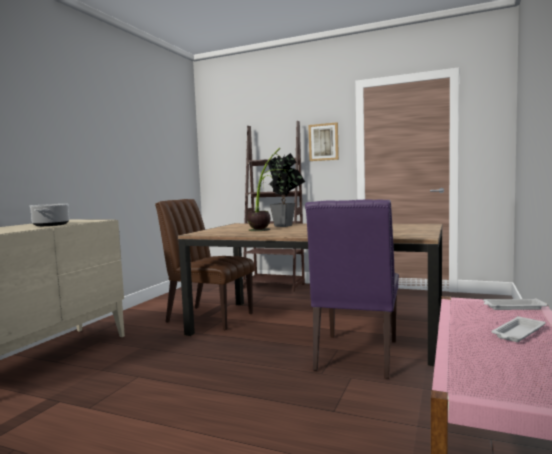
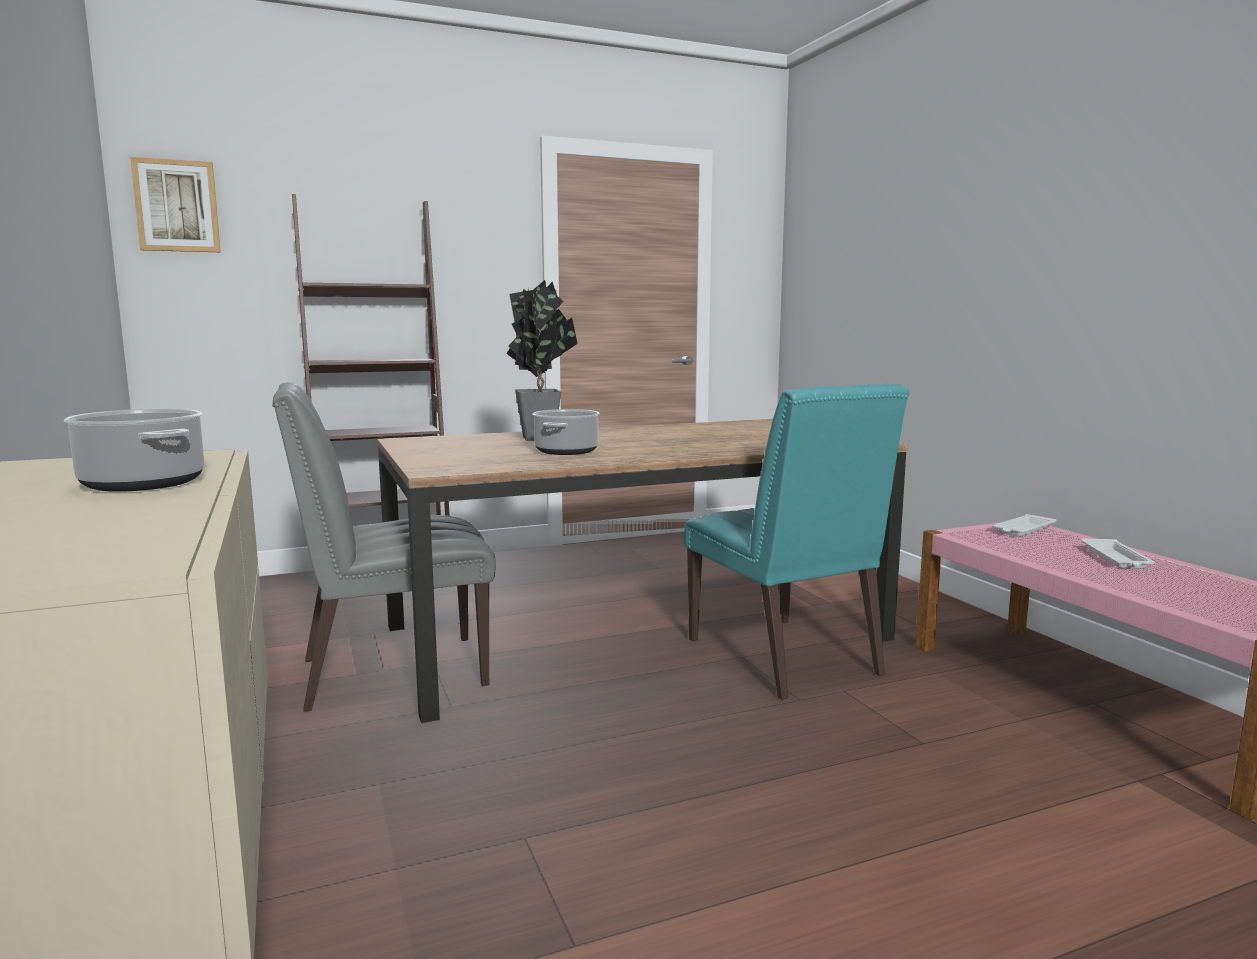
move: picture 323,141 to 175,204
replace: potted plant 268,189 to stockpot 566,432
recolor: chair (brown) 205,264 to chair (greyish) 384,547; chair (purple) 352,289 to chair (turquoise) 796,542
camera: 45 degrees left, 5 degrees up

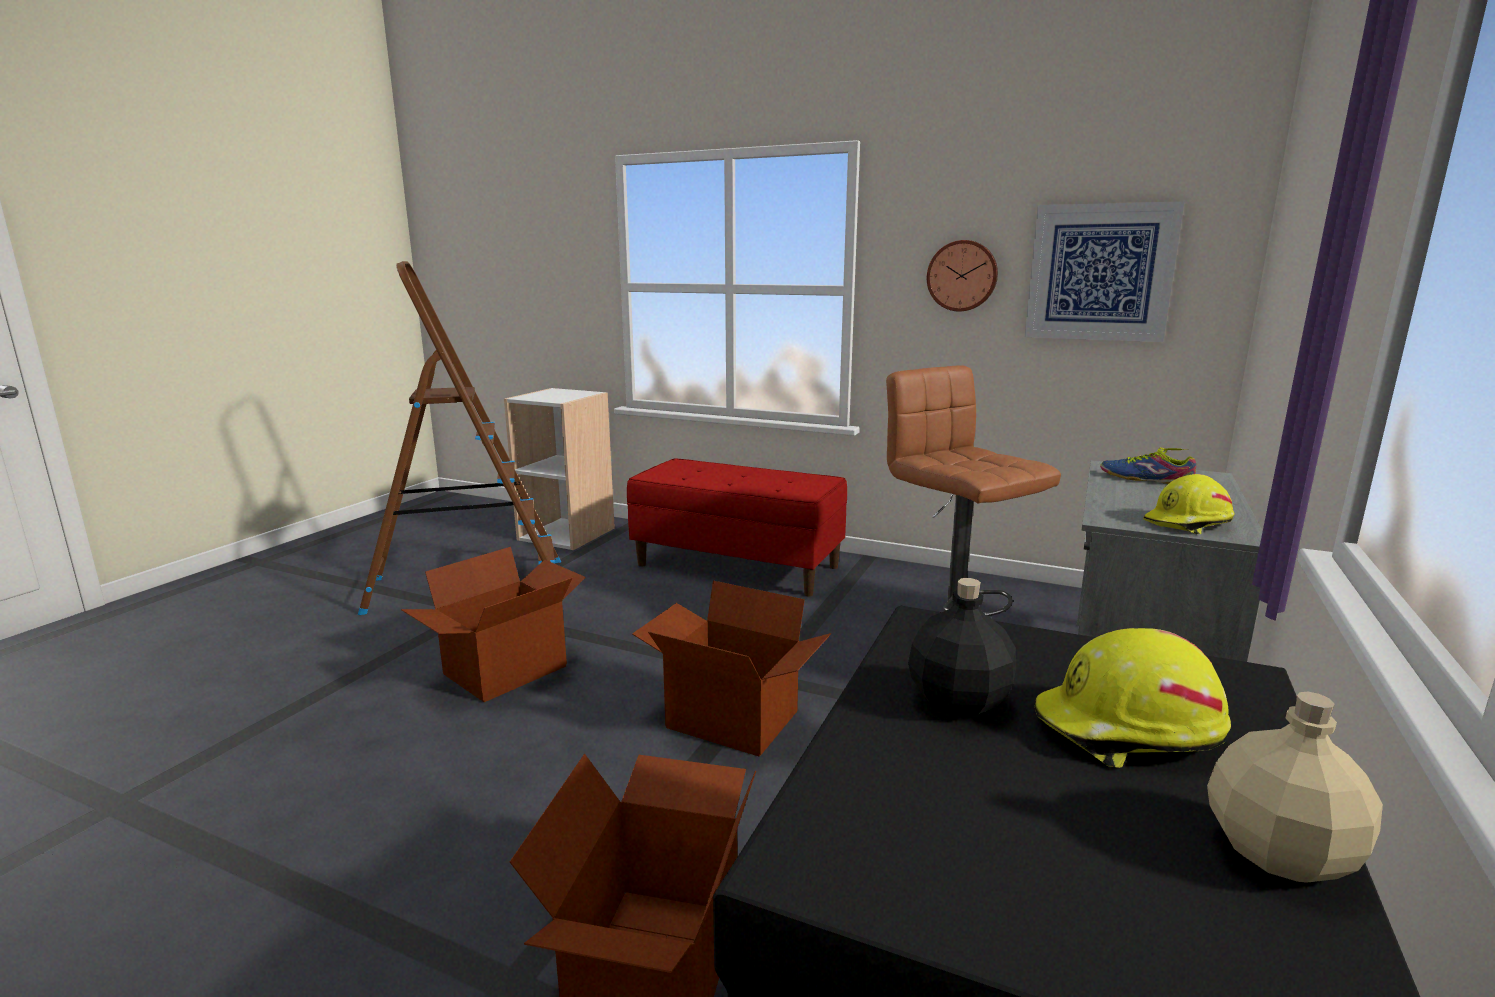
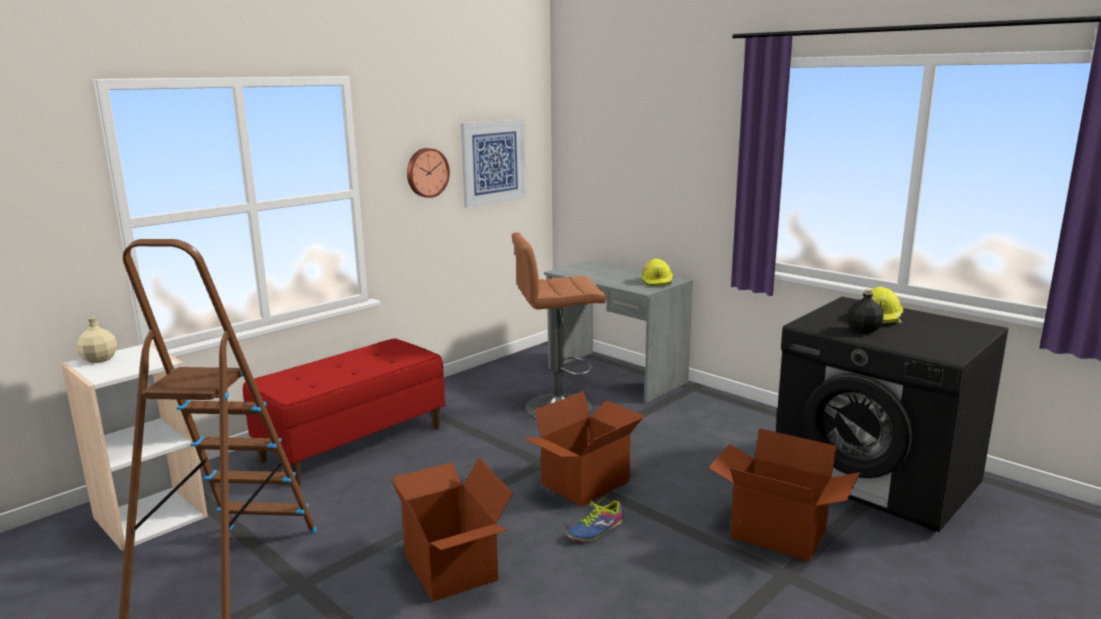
move: item of footwear 1148,465 to 595,519; beverage bottle (beige-coloured) 1295,787 to 97,340
camera: 70 degrees left, 0 degrees up

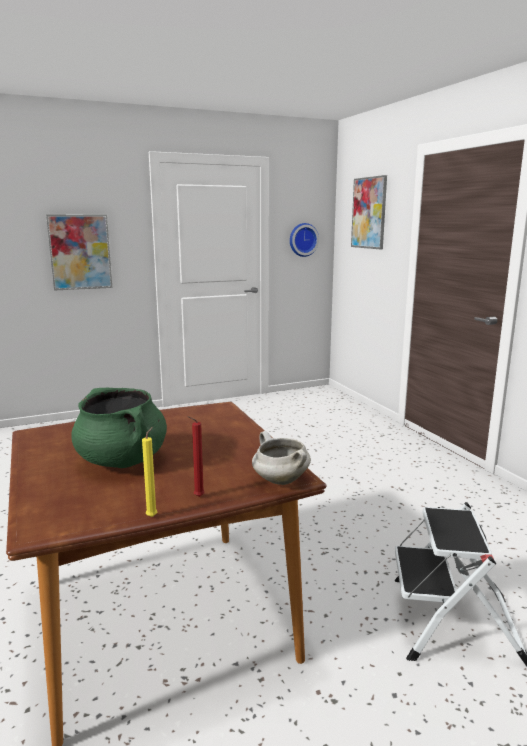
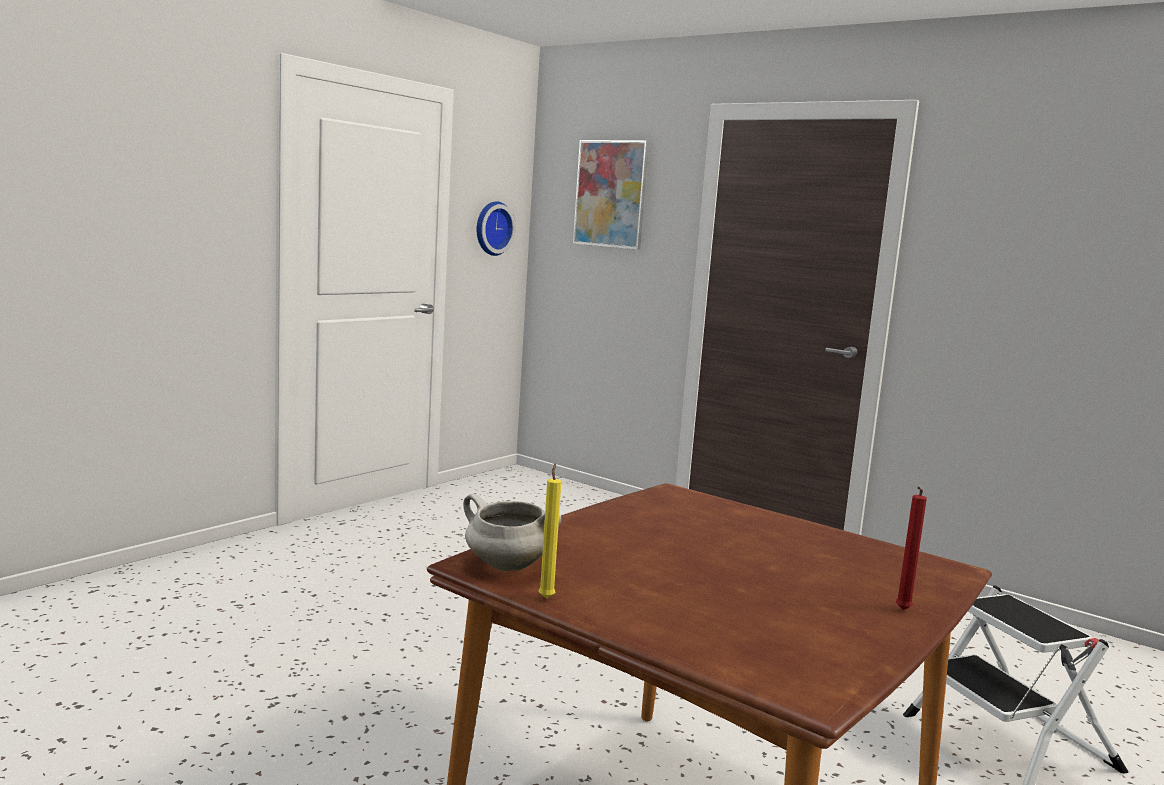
delete: picture 79,253; stockpot (green-coloured) 119,428
move: wax light (yellow) 149,472 to 550,531; stockpot (white-coloured) 281,458 to 512,532
camera: 30 degrees left, 5 degrees down

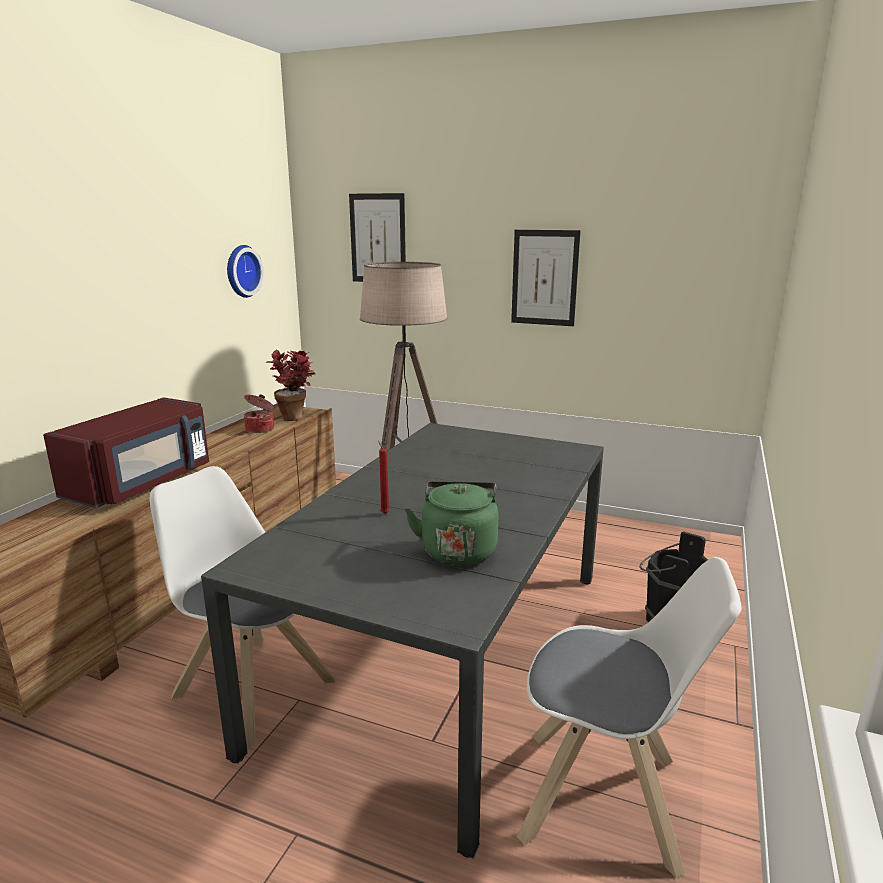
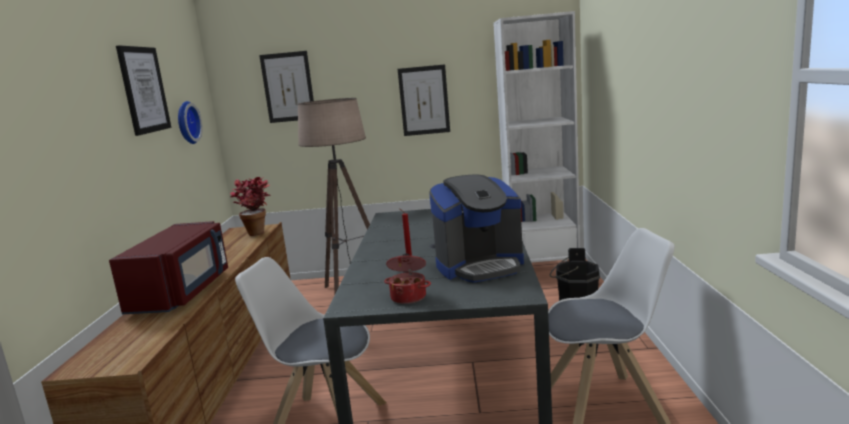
insert: picture 143,90; bookshelf (white-coloured) 536,137
move: stockpot 259,413 to 407,278
replace: water kettle (green-coloured) 451,523 to coffee brewer 476,229
camera: 20 degrees left, 5 degrees down

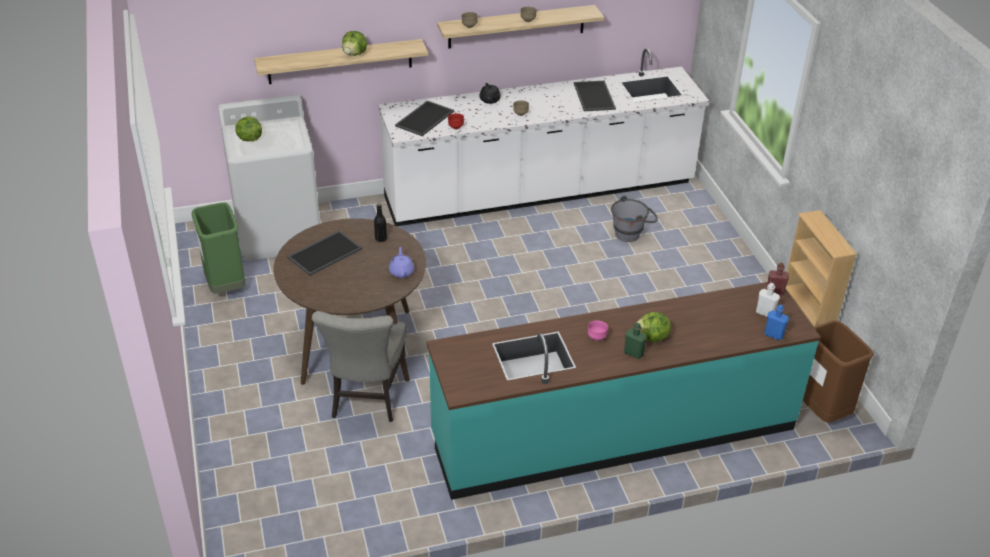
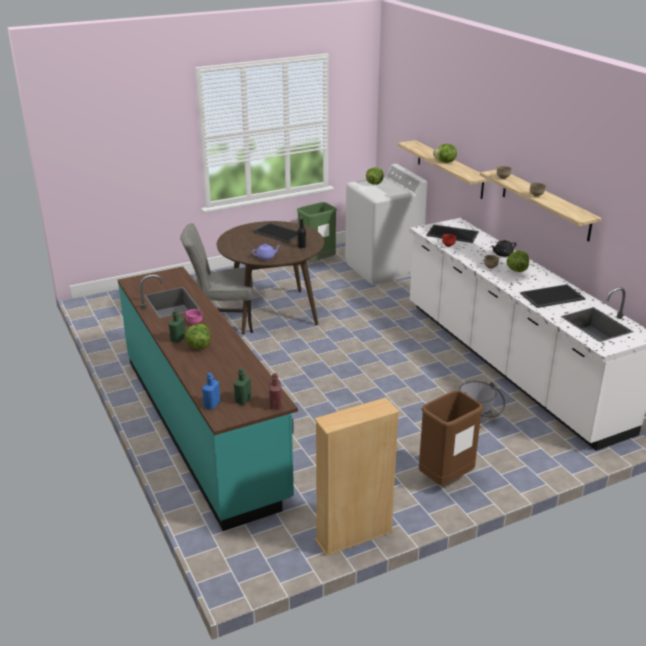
insert: head of lettuce 518,261
move: rubbish bin (brown) 838,371 to 451,437
recolor: beverage bottle (white-coloured) 768,300 to beverage bottle (green-coloured) 242,386
camera: 80 degrees right, 10 degrees down

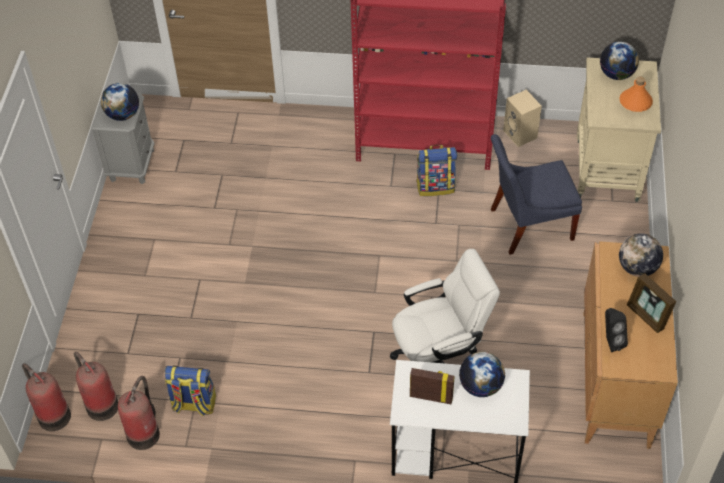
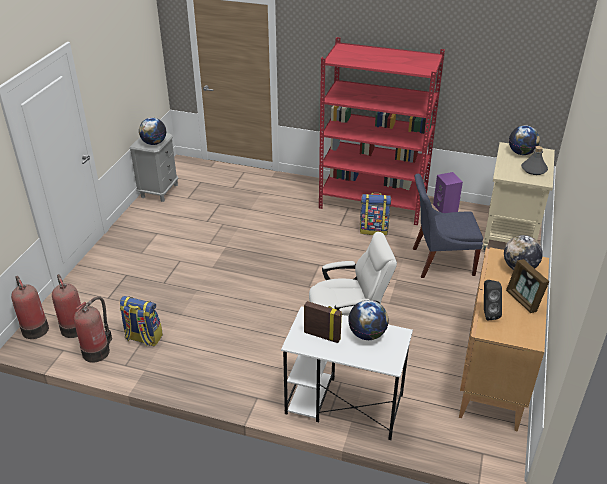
recolor: speaker (beige-coloured) 522,118 to speaker (purple) 448,192; beverage bottle (orange) 636,94 to beverage bottle (greyish) 534,160
camera: 10 degrees right, 15 degrees down

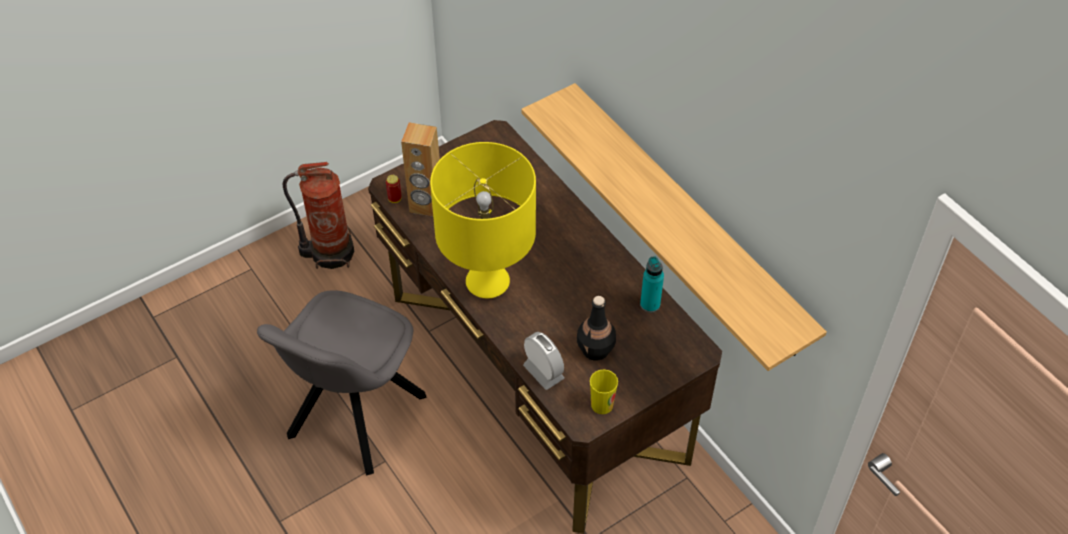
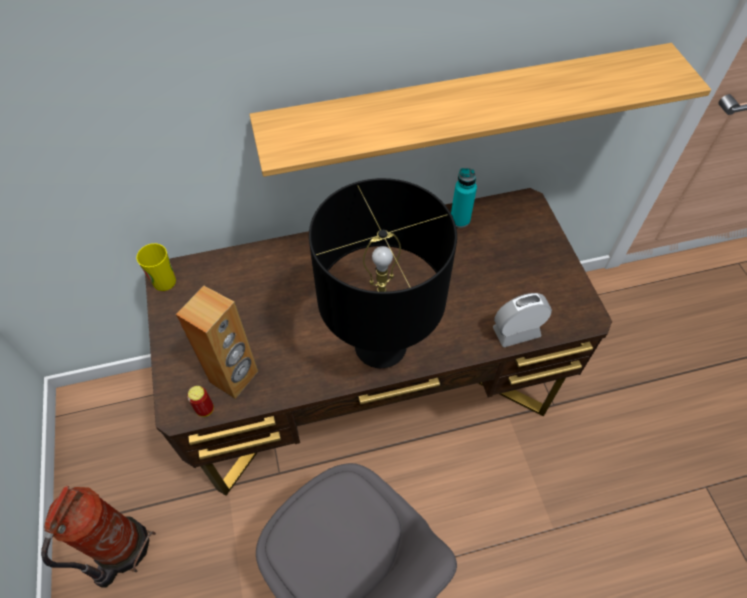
delete: beverage bottle (black) 596,328
move: drinking cup 604,392 to 156,267
recolor: tabletop lamp (yellow) 483,220 to tabletop lamp (black) 383,273
camera: 70 degrees left, 5 degrees up

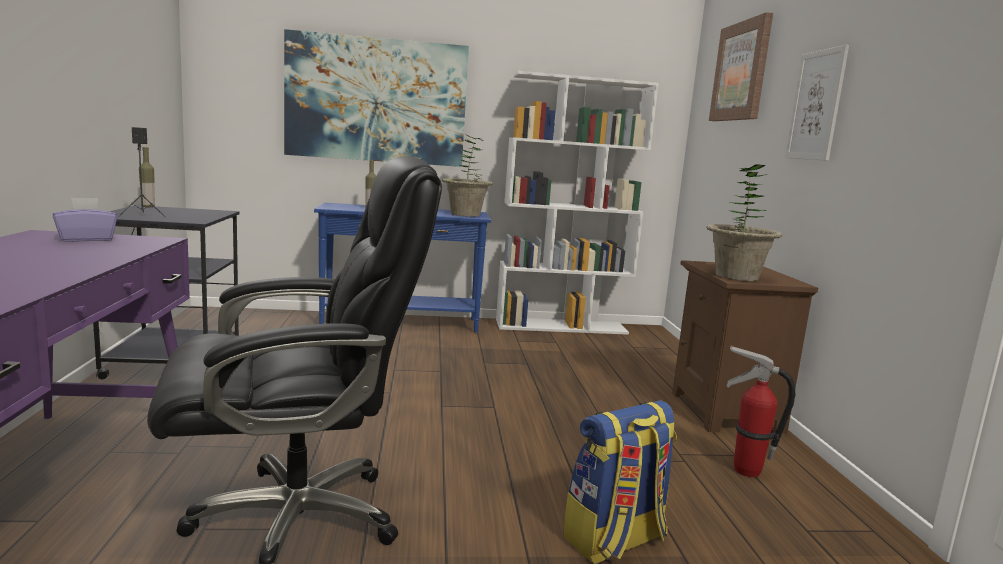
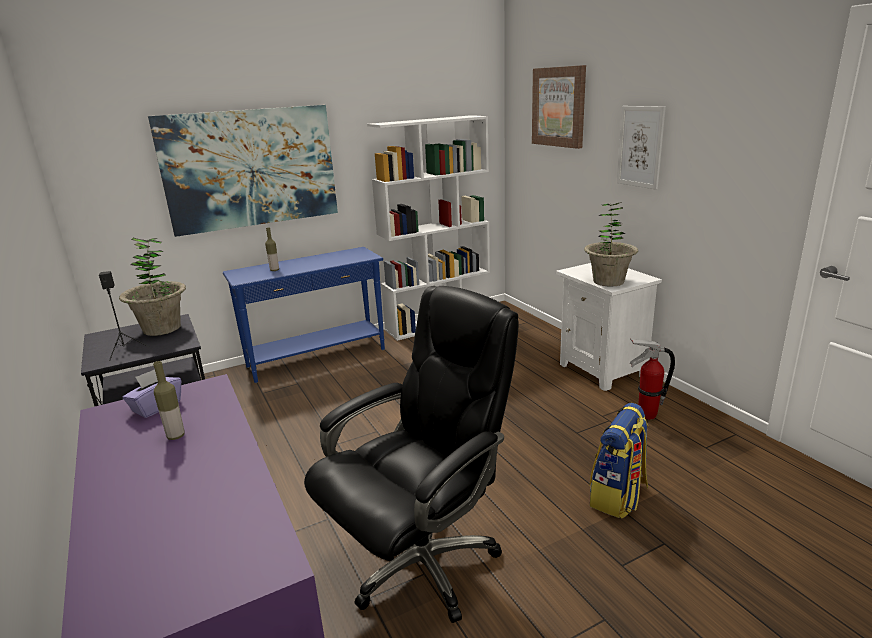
move: beverage bottle 147,177 to 168,400; potted plant 467,175 to 152,287
recolor: bedside table (brown) 745,347 to bedside table (white-coloured) 609,327
camera: 20 degrees left, 10 degrees up

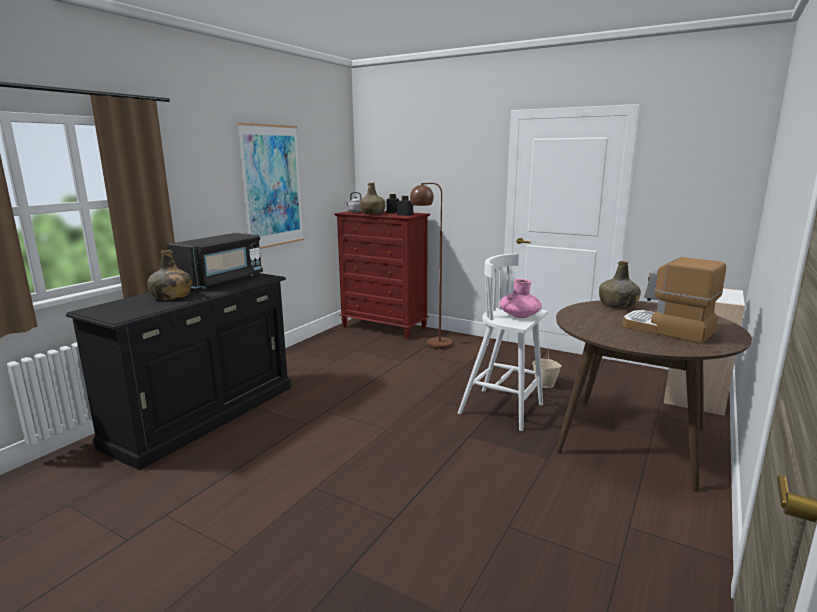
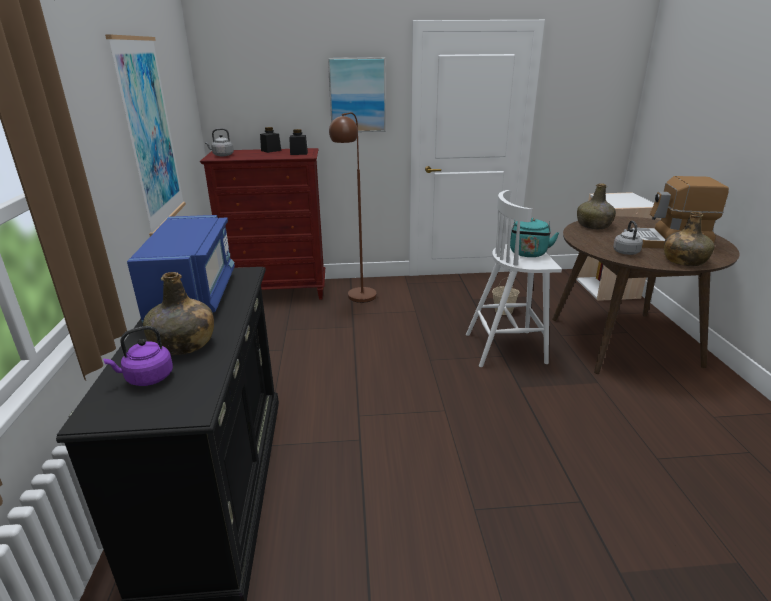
insert: water kettle (purple) 138,356; picture 357,94; water kettle (greyish) 628,237
move: beverage bottle (green-coloured) 372,198 to 689,238
replace: vase (pink) 520,298 to water kettle (turquoise) 534,237
recolor: microwave (black) 214,261 to microwave (blue) 181,269
camera: 35 degrees left, 10 degrees up

